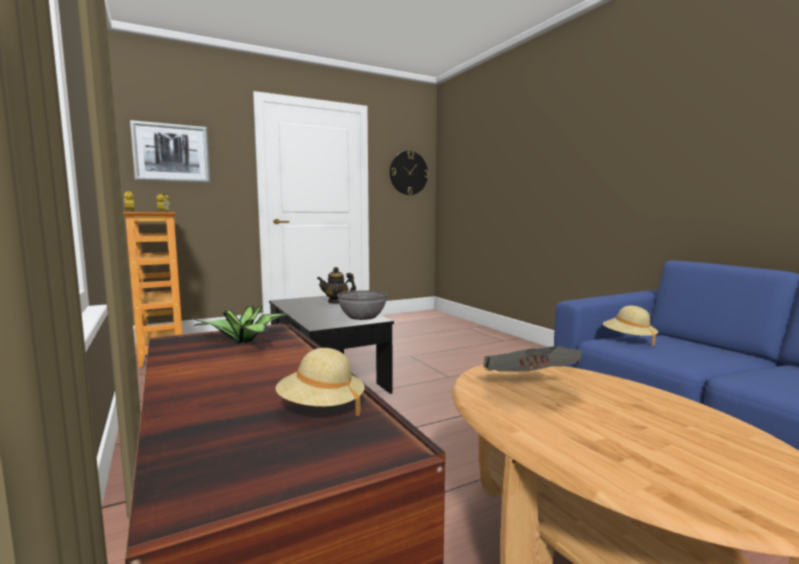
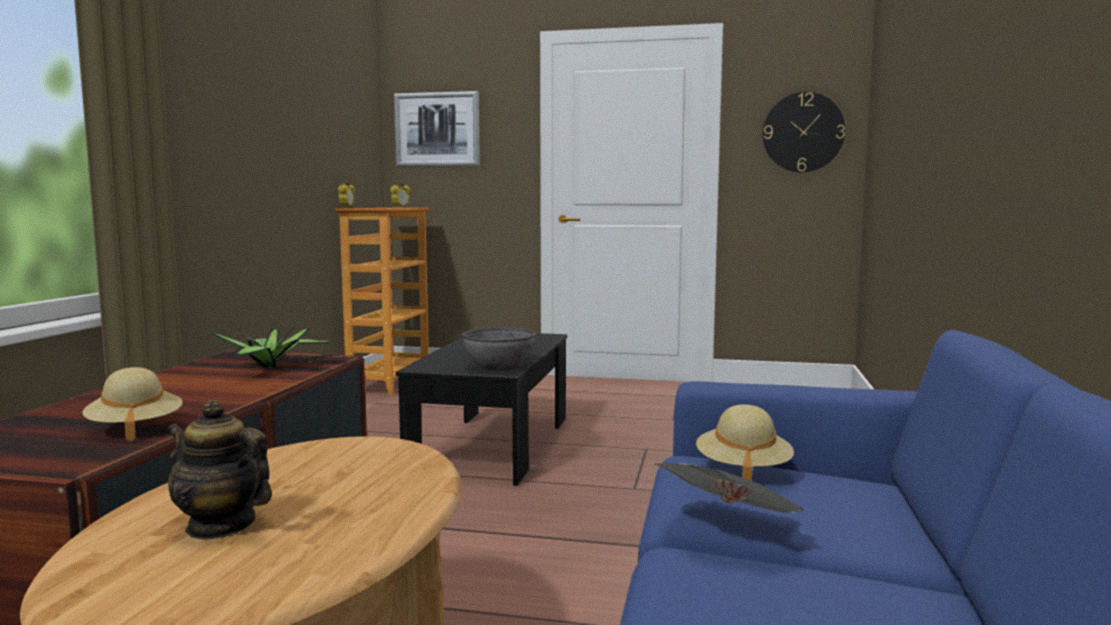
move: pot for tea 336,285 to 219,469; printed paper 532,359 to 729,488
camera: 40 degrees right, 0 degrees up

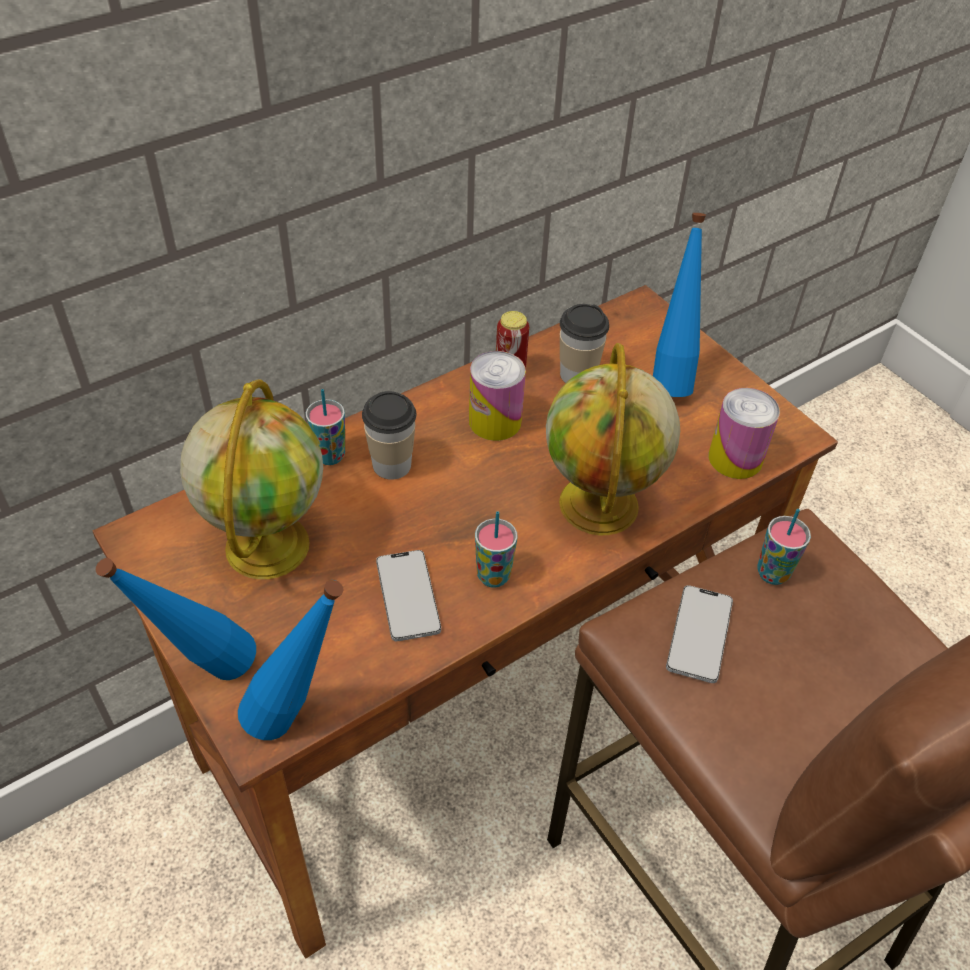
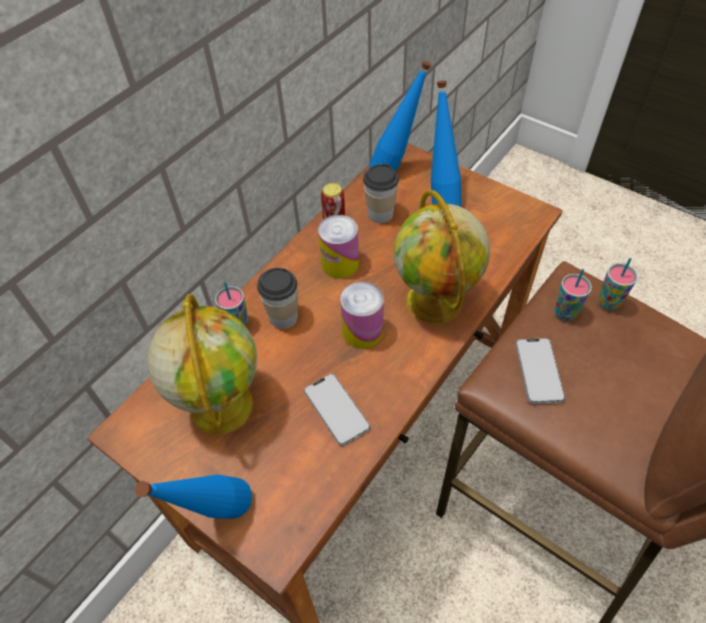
move: beverage bottle (blue) 290,660 to 400,116; drinking cup 496,549 to 618,284; can 744,433 to 362,315
camera: 15 degrees left, 5 degrees up

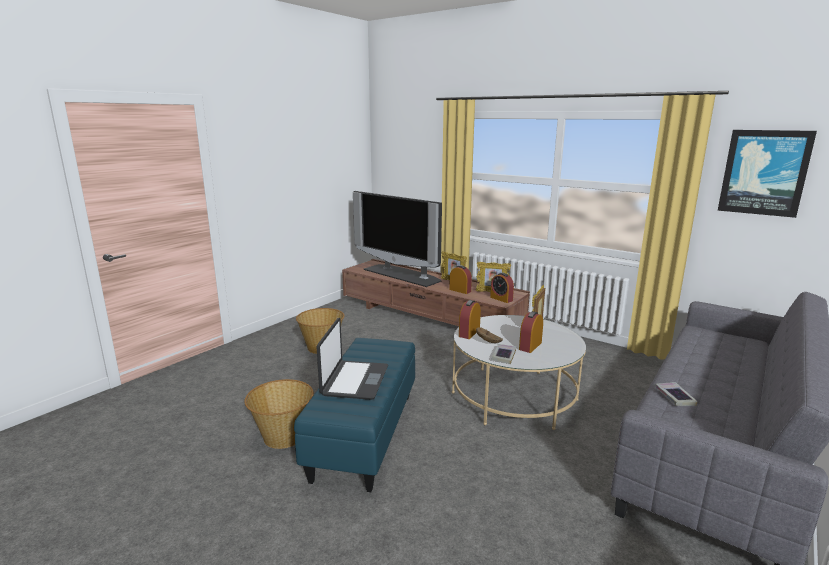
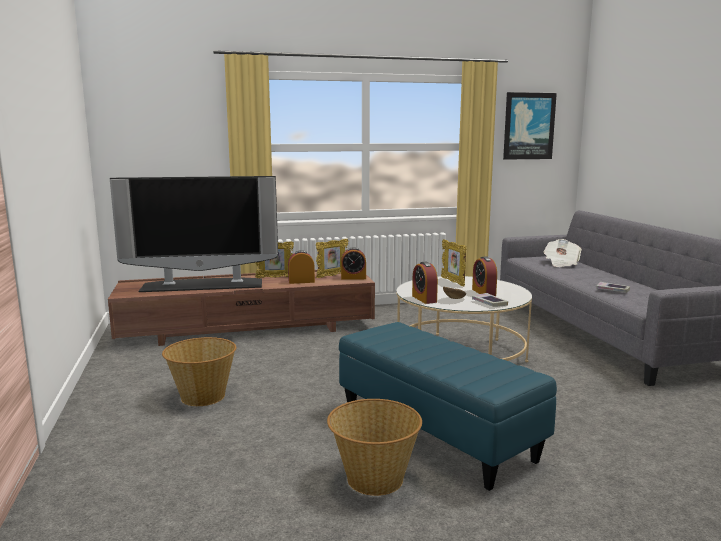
delete: laptop 352,359
insert: printed paper 562,253
camera: 50 degrees left, 5 degrees down

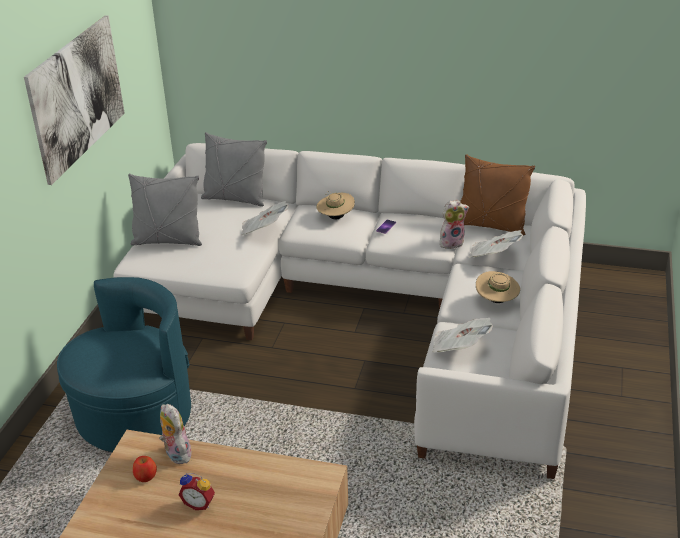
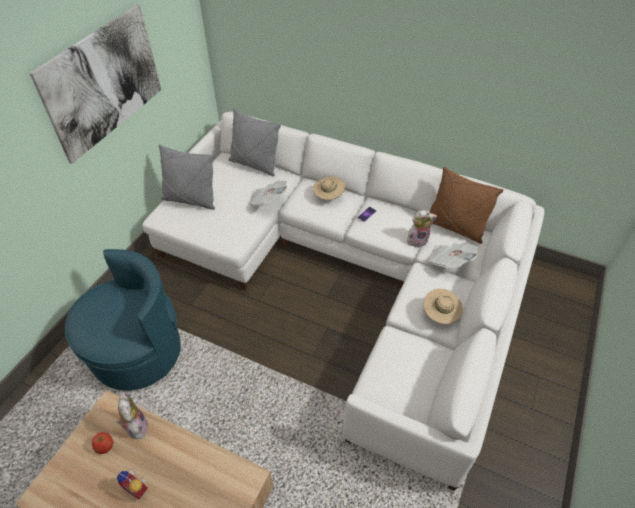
delete: printed paper 462,335
camera: 10 degrees right, 15 degrees up

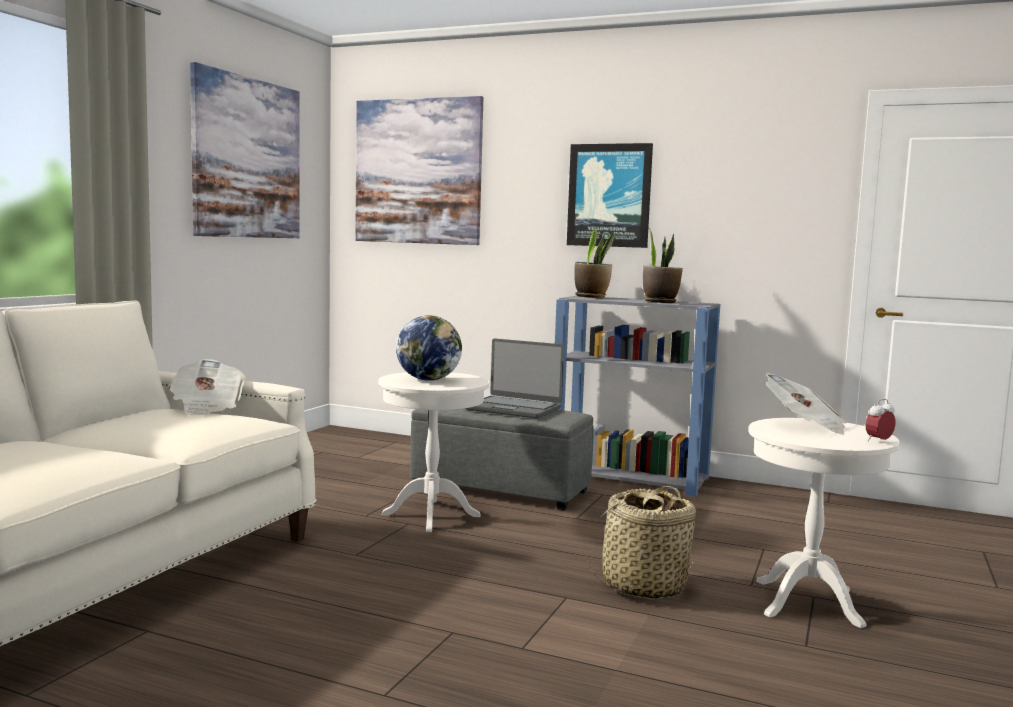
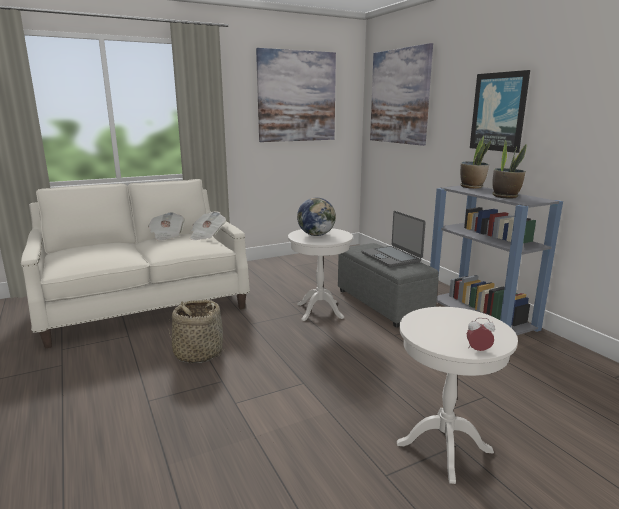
move: storage basket 641,542 to 197,331; printed paper 806,404 to 166,226
camera: 40 degrees right, 10 degrees up

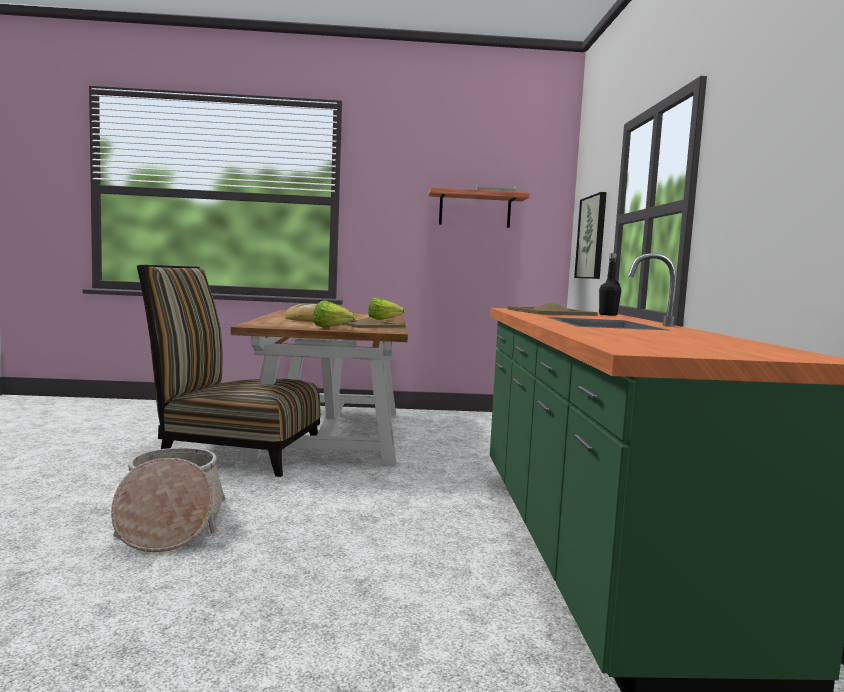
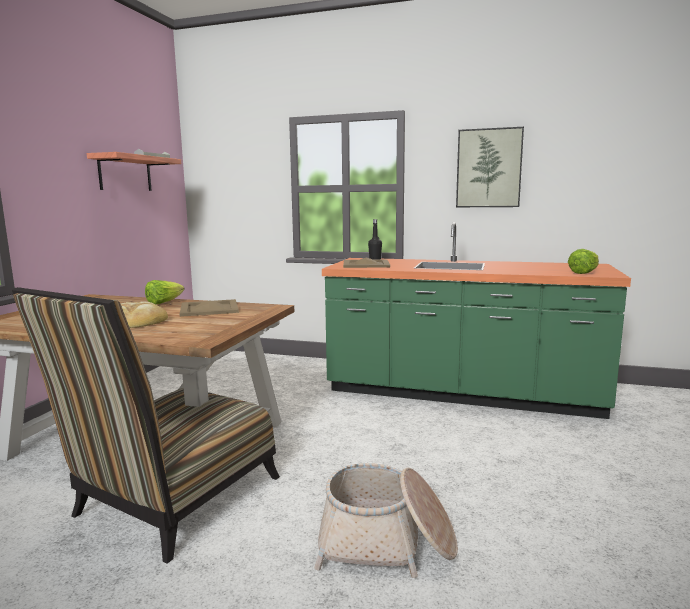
move: head of lettuce 334,314 to 583,261; picture 590,235 to 490,167
camera: 70 degrees left, 5 degrees up

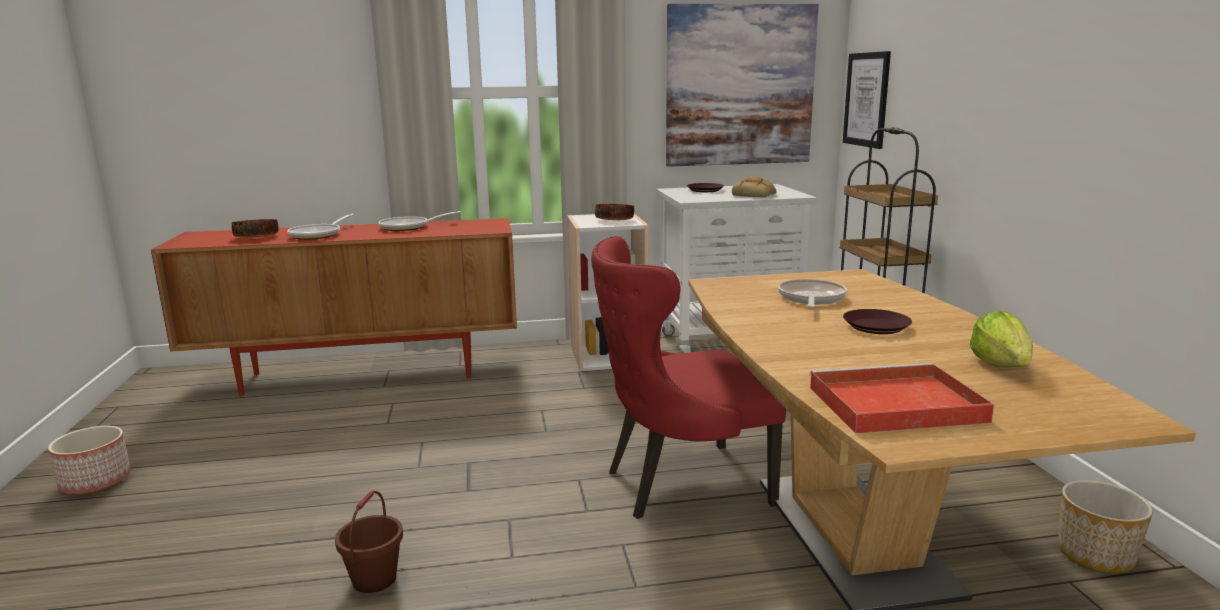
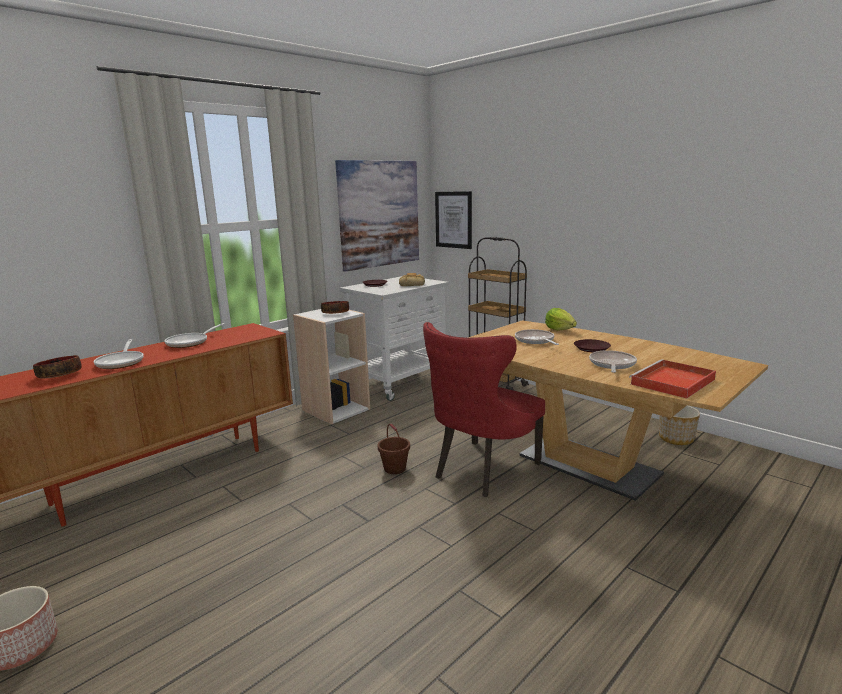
insert: pan 613,361
move: water bucket (brown) 369,542 to 394,448; head of lettuce 1001,338 to 561,319
camera: 35 degrees left, 0 degrees up

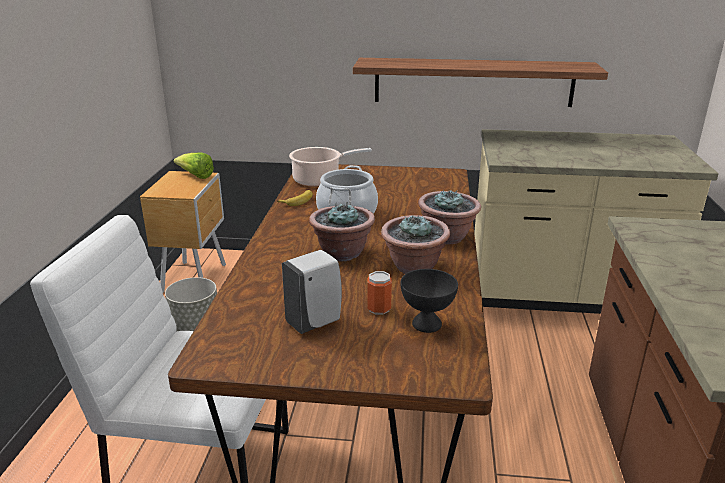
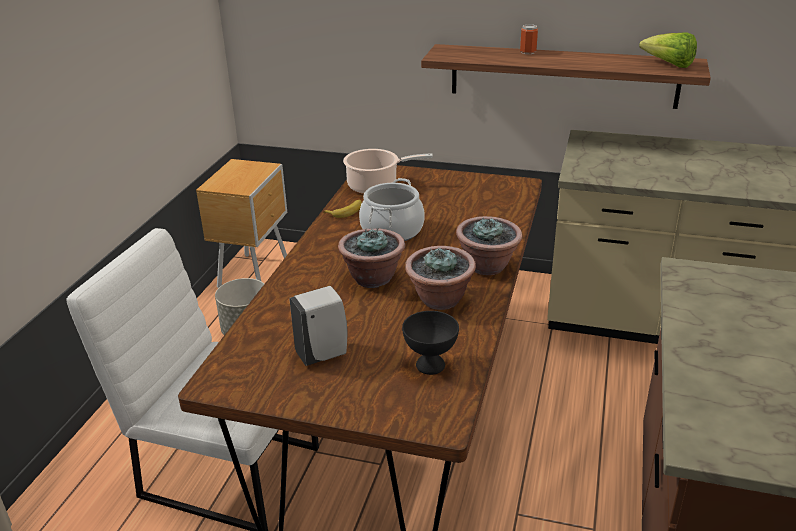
move: head of lettuce 194,165 to 668,50; can 379,292 to 529,39
camera: 10 degrees right, 5 degrees up

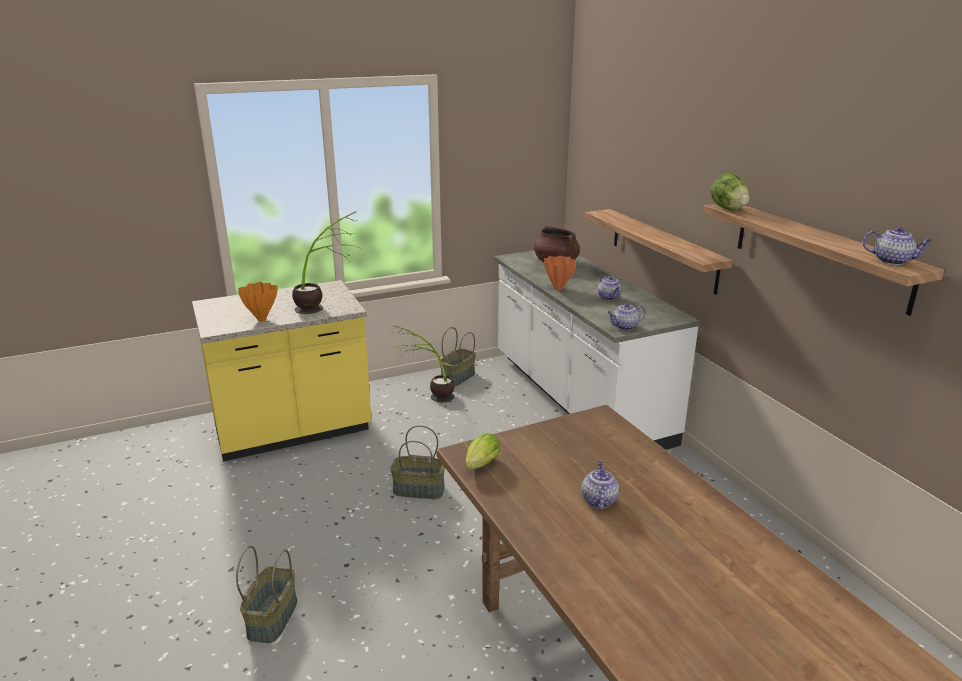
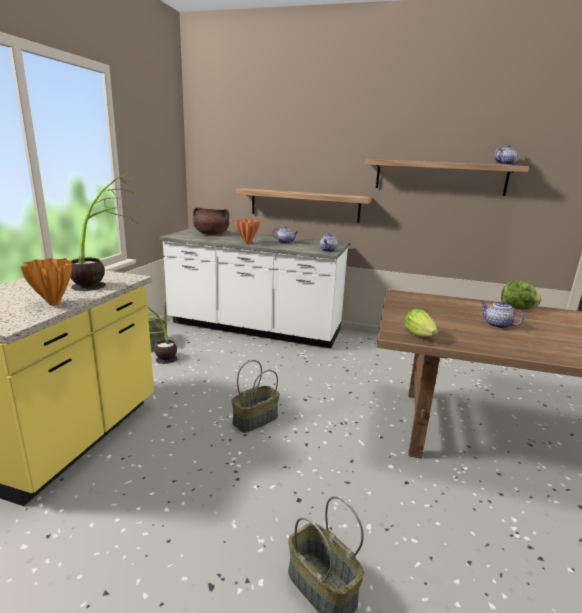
move: head of lettuce 730,191 to 521,295
camera: 50 degrees left, 5 degrees down

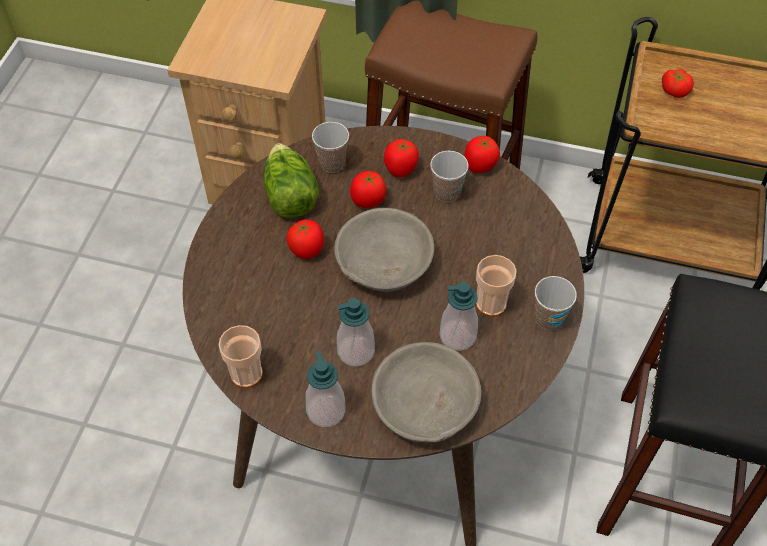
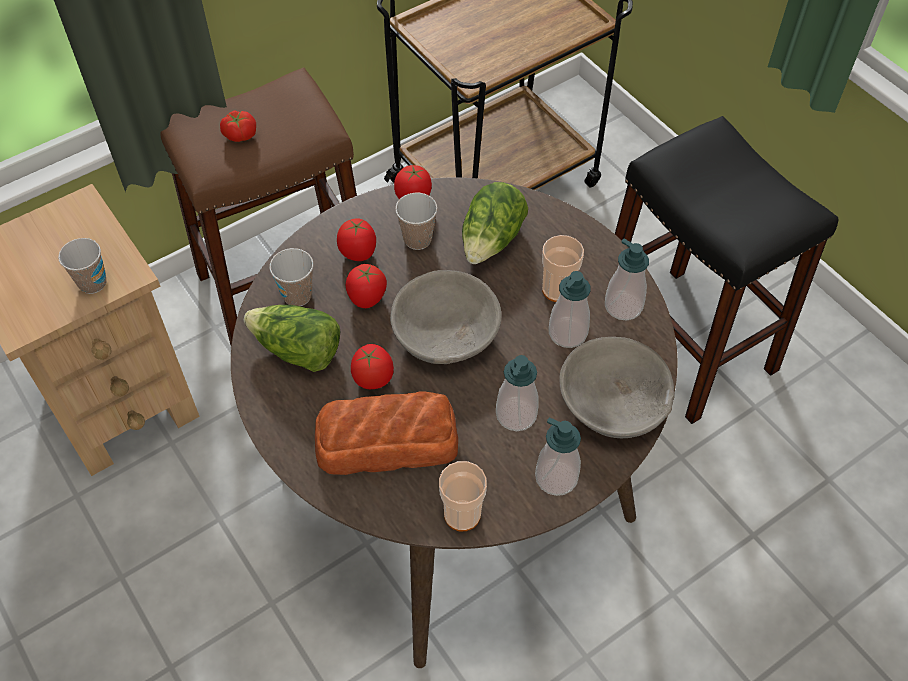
insert: baked bread 386,433; head of lettuce 495,223; liquid soap bottle 627,279
move: drinking cup 556,303 to 82,266; whole tomato 678,83 to 238,126
camera: 50 degrees left, 0 degrees up

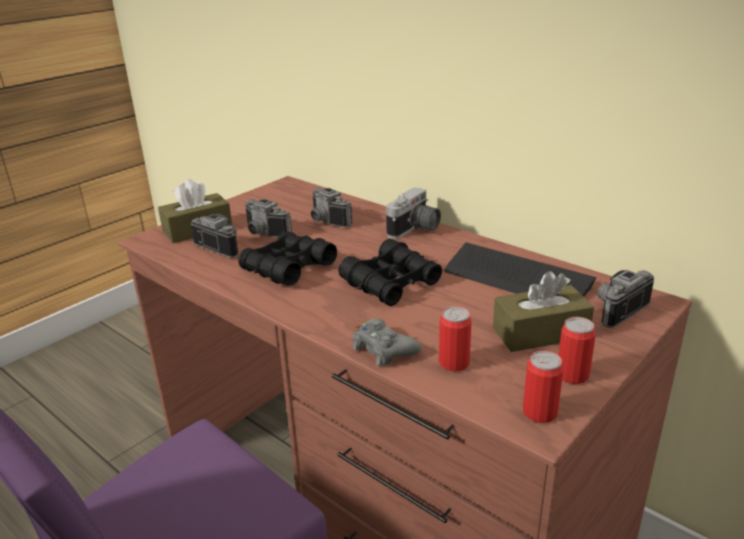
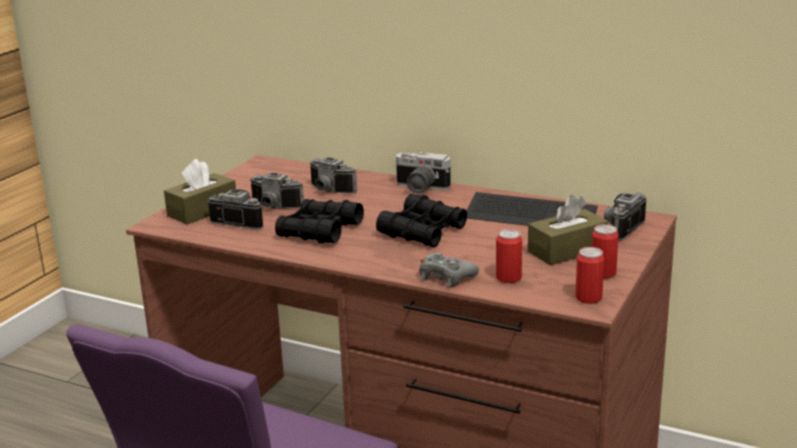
rotate: photo camera 413,213 = 422,173 90 degrees clockwise
camera: 15 degrees left, 5 degrees down

